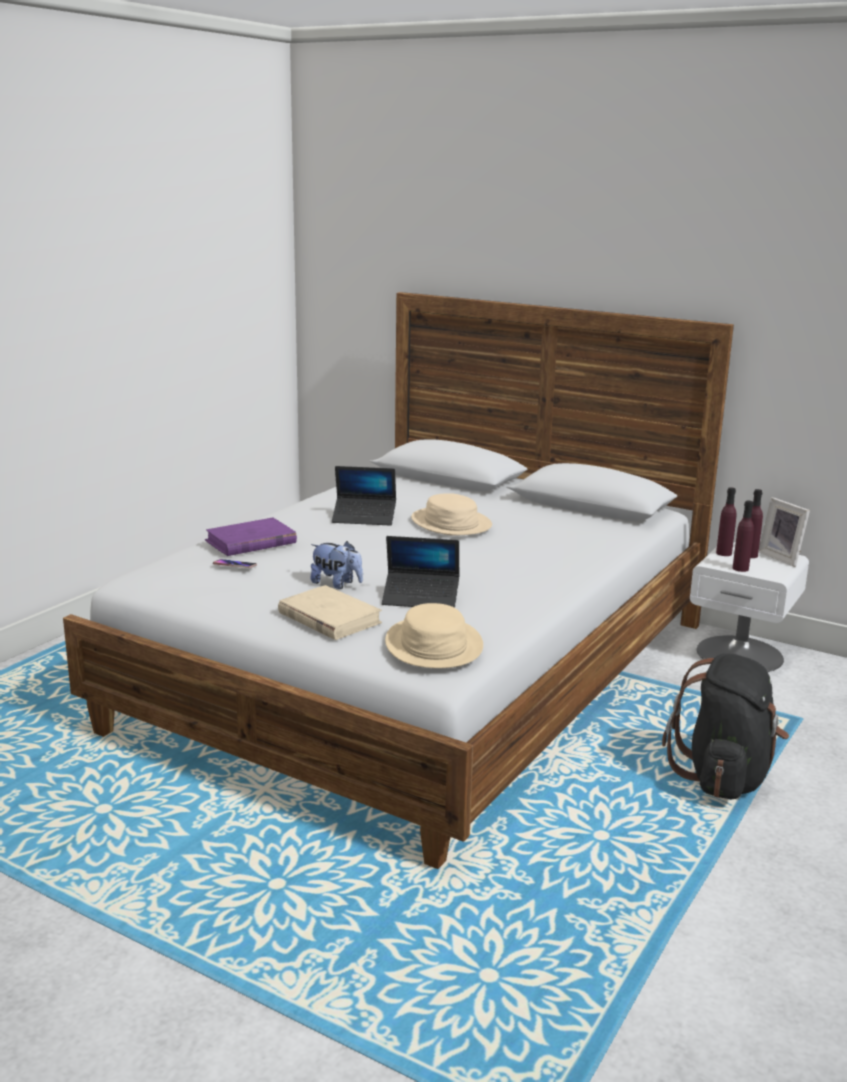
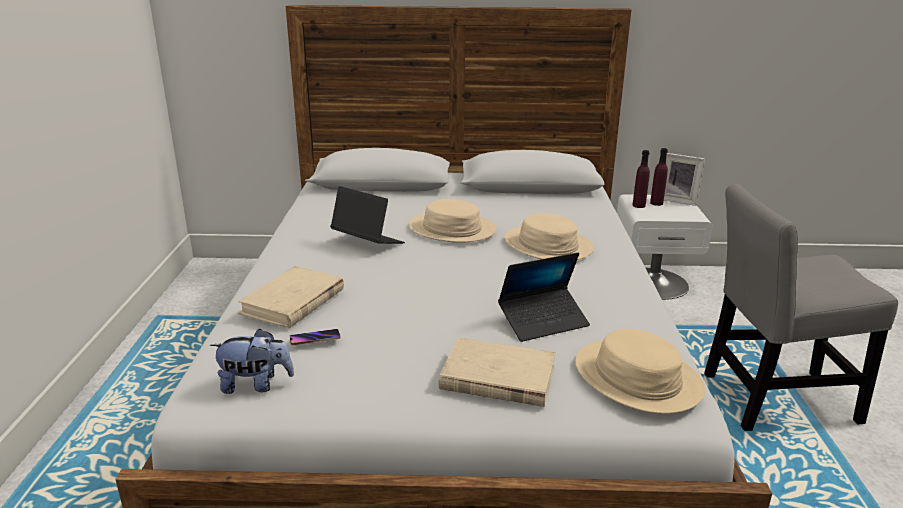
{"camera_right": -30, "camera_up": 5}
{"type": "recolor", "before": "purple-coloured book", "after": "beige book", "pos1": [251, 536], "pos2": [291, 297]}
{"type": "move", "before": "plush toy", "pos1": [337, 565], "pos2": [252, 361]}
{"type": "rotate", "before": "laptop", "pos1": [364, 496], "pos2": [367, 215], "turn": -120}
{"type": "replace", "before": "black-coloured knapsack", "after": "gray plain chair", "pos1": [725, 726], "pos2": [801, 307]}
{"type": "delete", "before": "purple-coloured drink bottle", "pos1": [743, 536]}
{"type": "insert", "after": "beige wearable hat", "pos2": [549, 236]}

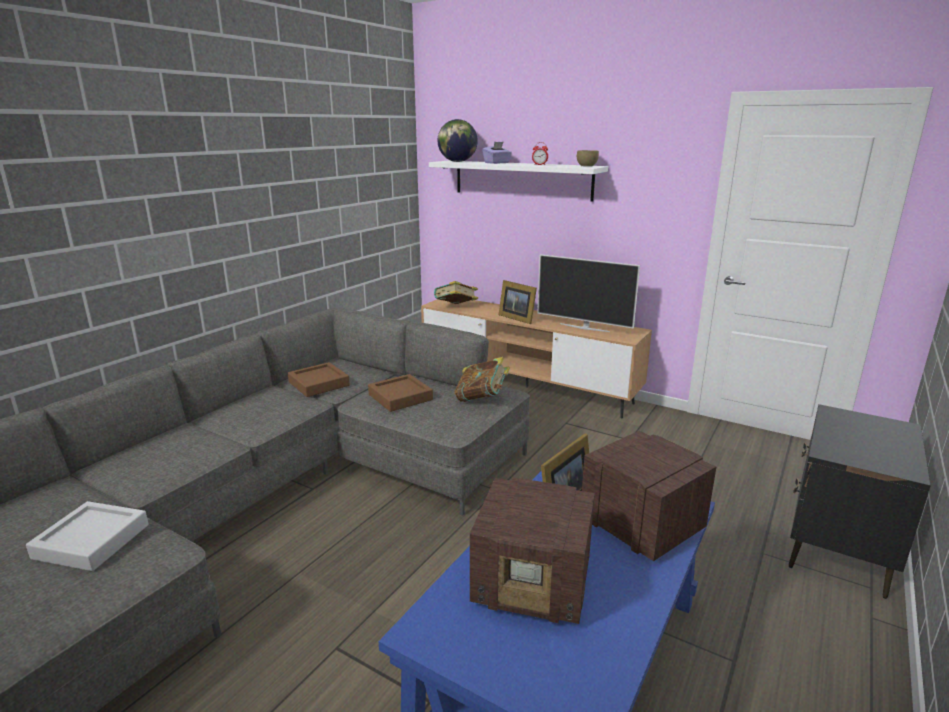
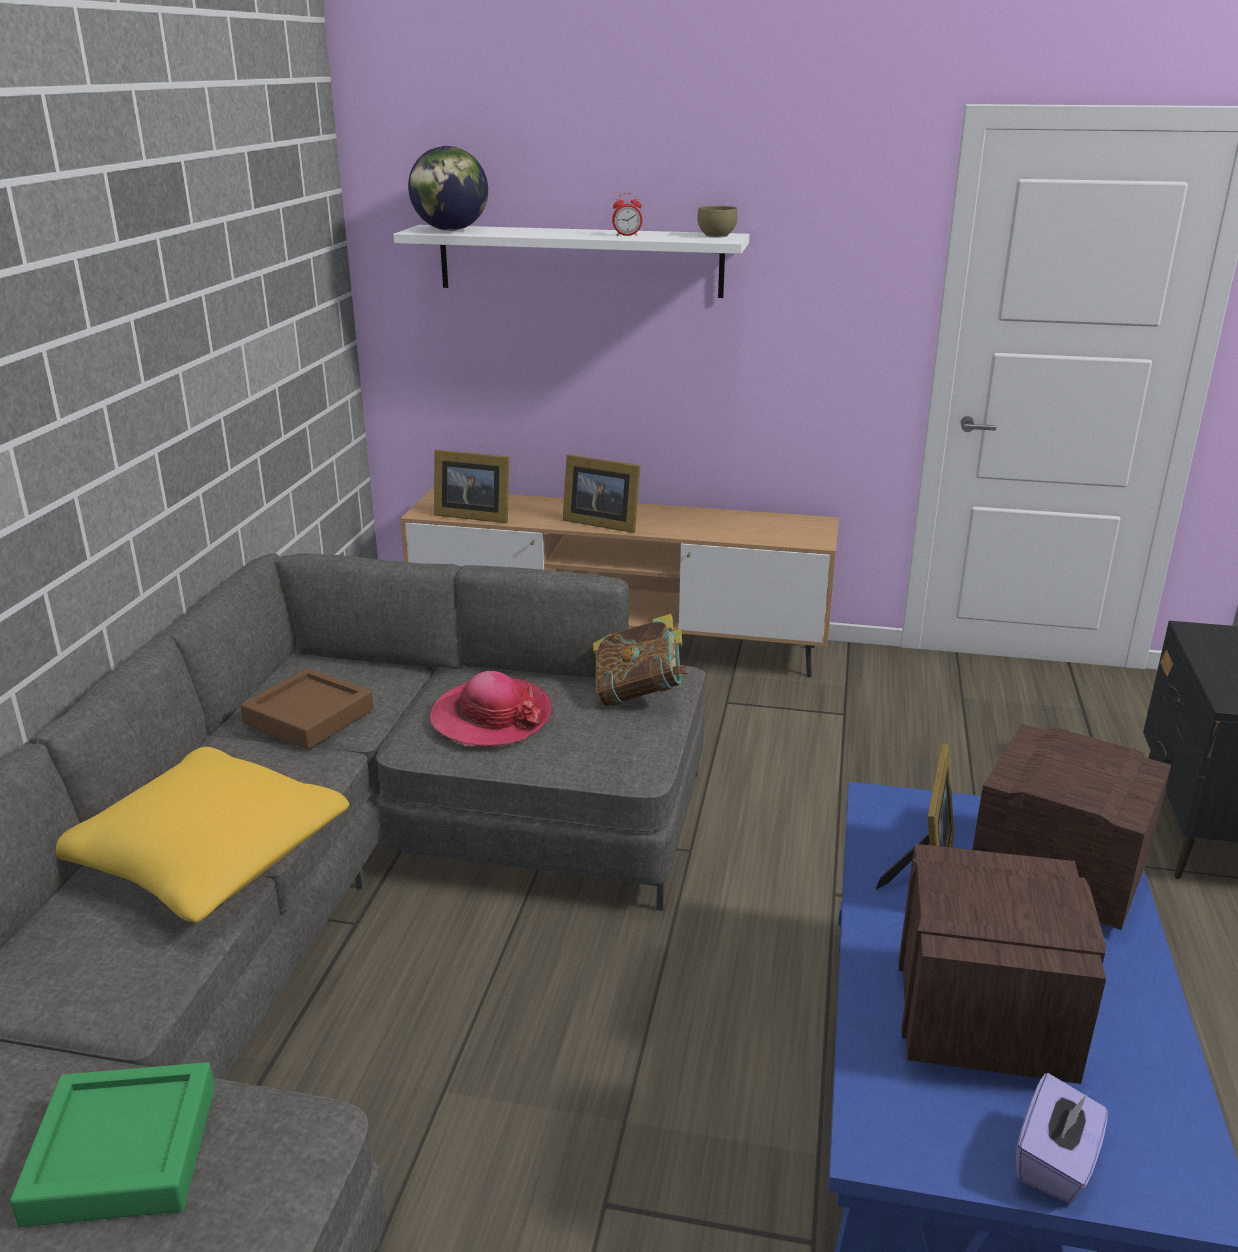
{"camera_right": -20, "camera_up": 5}
{"type": "recolor", "before": "gray serving tray", "after": "green serving tray", "pos1": [87, 536], "pos2": [112, 1144]}
{"type": "replace", "before": "brown-coloured serving tray", "after": "wearable hat", "pos1": [400, 393], "pos2": [491, 708]}
{"type": "replace", "before": "book", "after": "picture frame", "pos1": [456, 292], "pos2": [471, 486]}
{"type": "rotate", "before": "radio set", "pos1": [532, 551], "pos2": [1002, 964], "turn": -75}
{"type": "move", "before": "purple-coloured box of tissues", "pos1": [497, 153], "pos2": [1062, 1138]}
{"type": "delete", "before": "TV set", "pos1": [588, 293]}
{"type": "insert", "after": "yellow cushion", "pos2": [202, 835]}

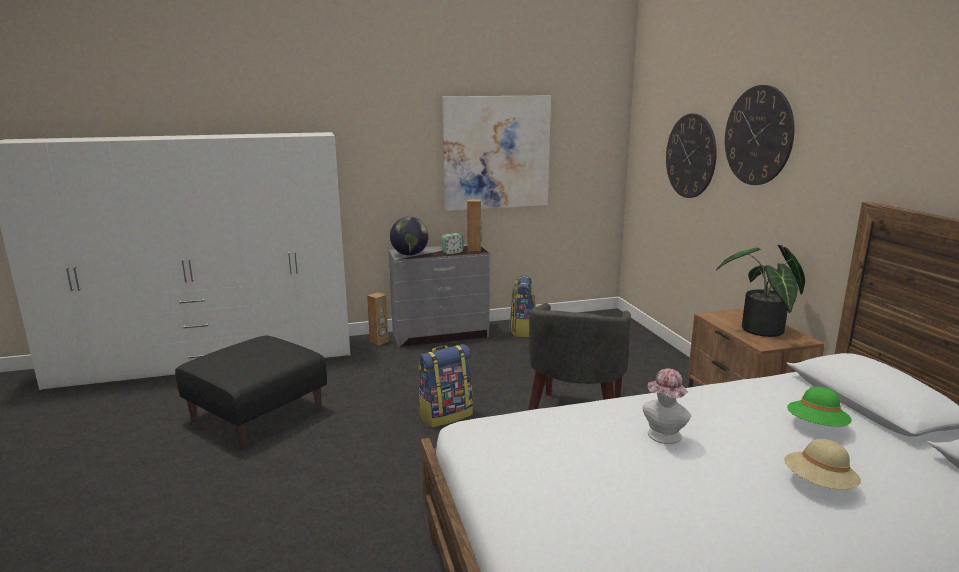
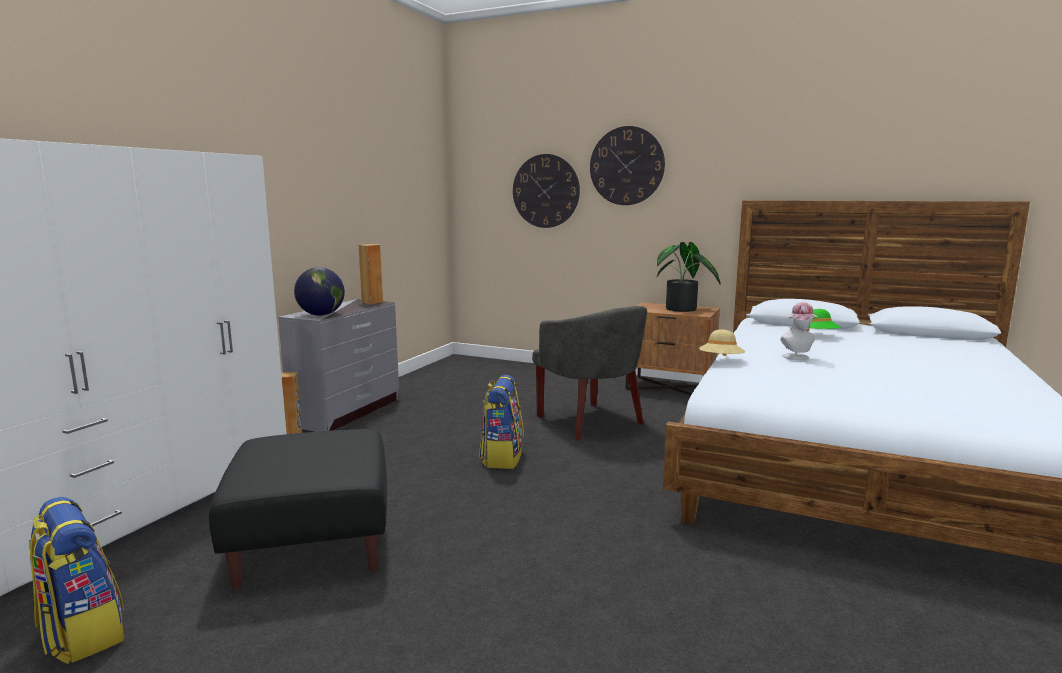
{"camera_right": -50, "camera_up": -5}
{"type": "delete", "before": "bedside clock", "pos1": [452, 243]}
{"type": "delete", "before": "wall art", "pos1": [496, 153]}
{"type": "move", "before": "knapsack", "pos1": [522, 306], "pos2": [76, 580]}
{"type": "move", "before": "beige wearable hat", "pos1": [822, 464], "pos2": [721, 342]}

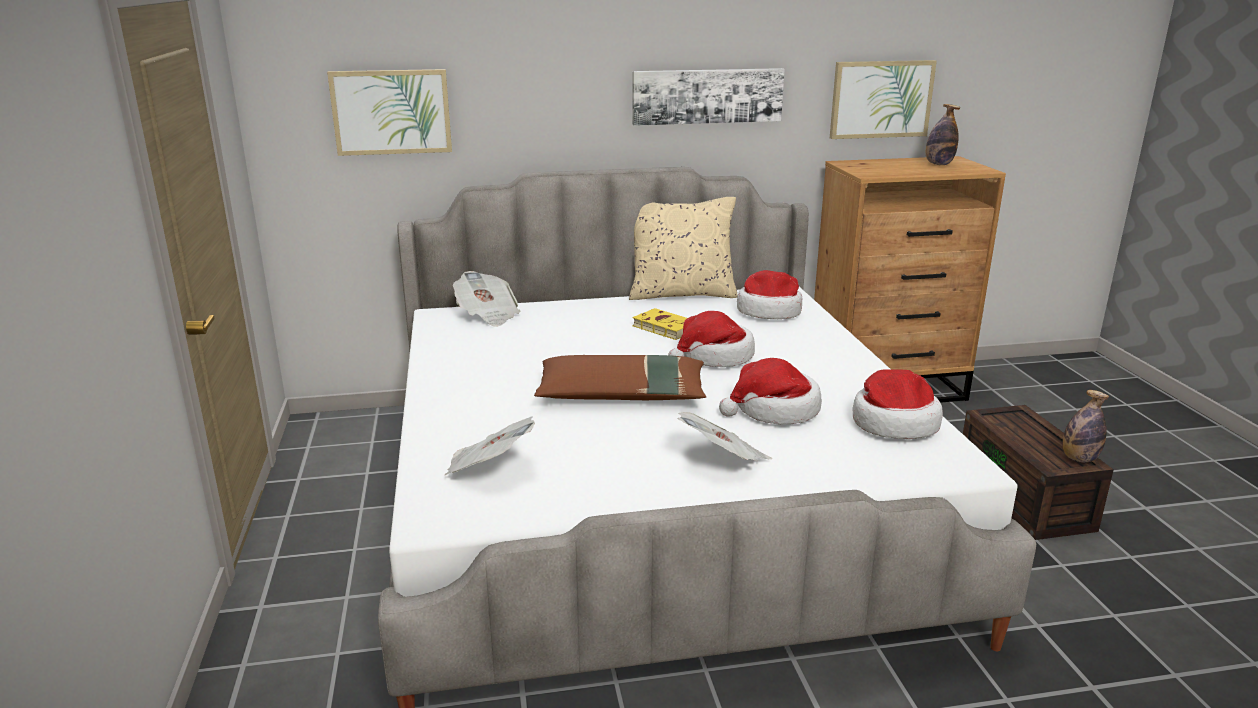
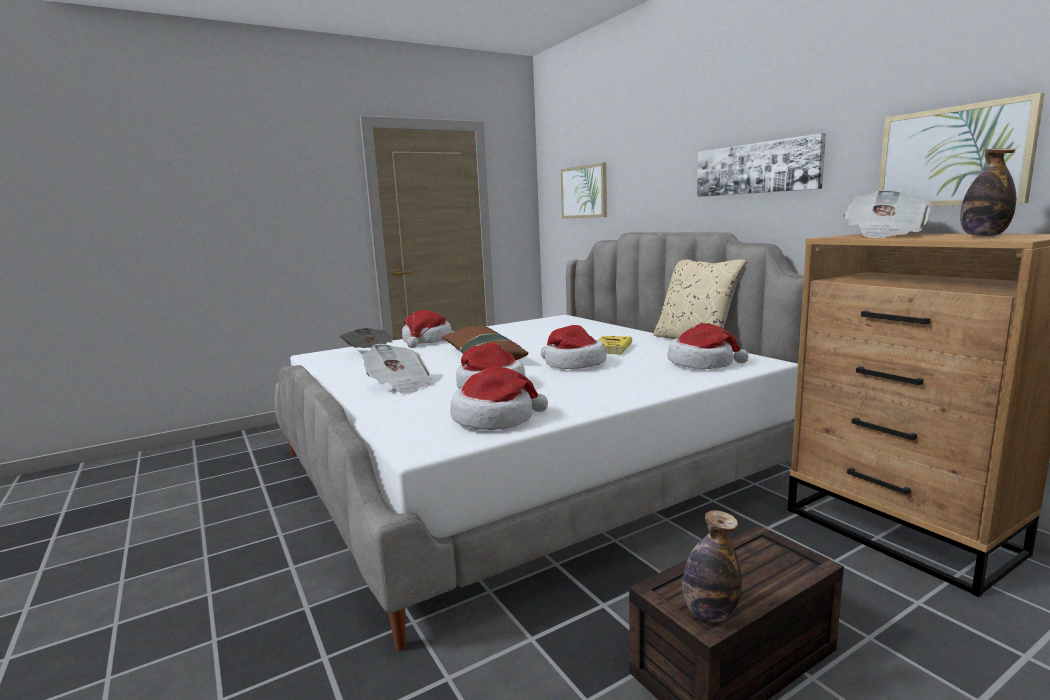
{"camera_right": 70, "camera_up": -10}
{"type": "move", "before": "daily paper", "pos1": [487, 299], "pos2": [887, 214]}
{"type": "insert", "after": "wearable hat", "pos2": [427, 329]}

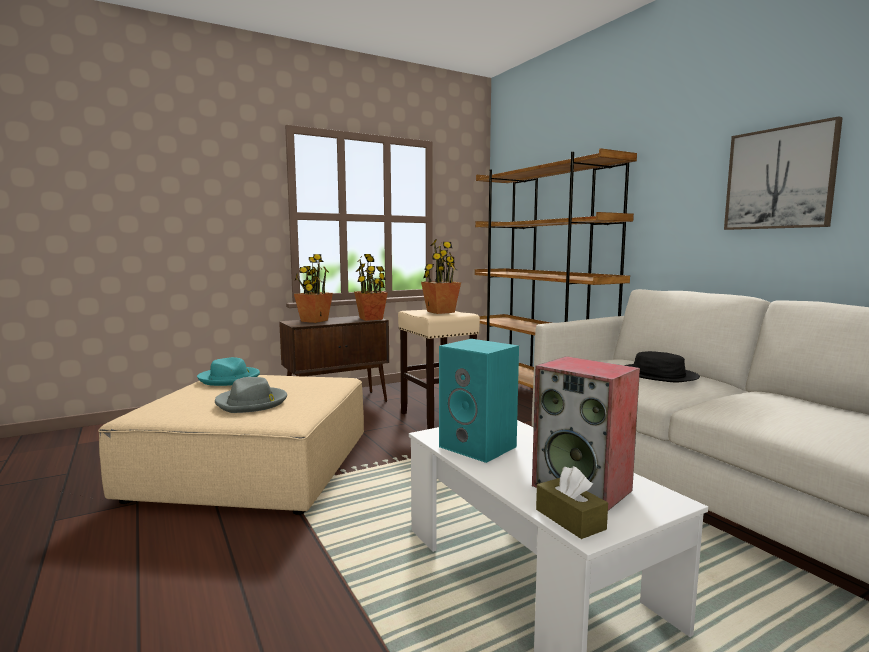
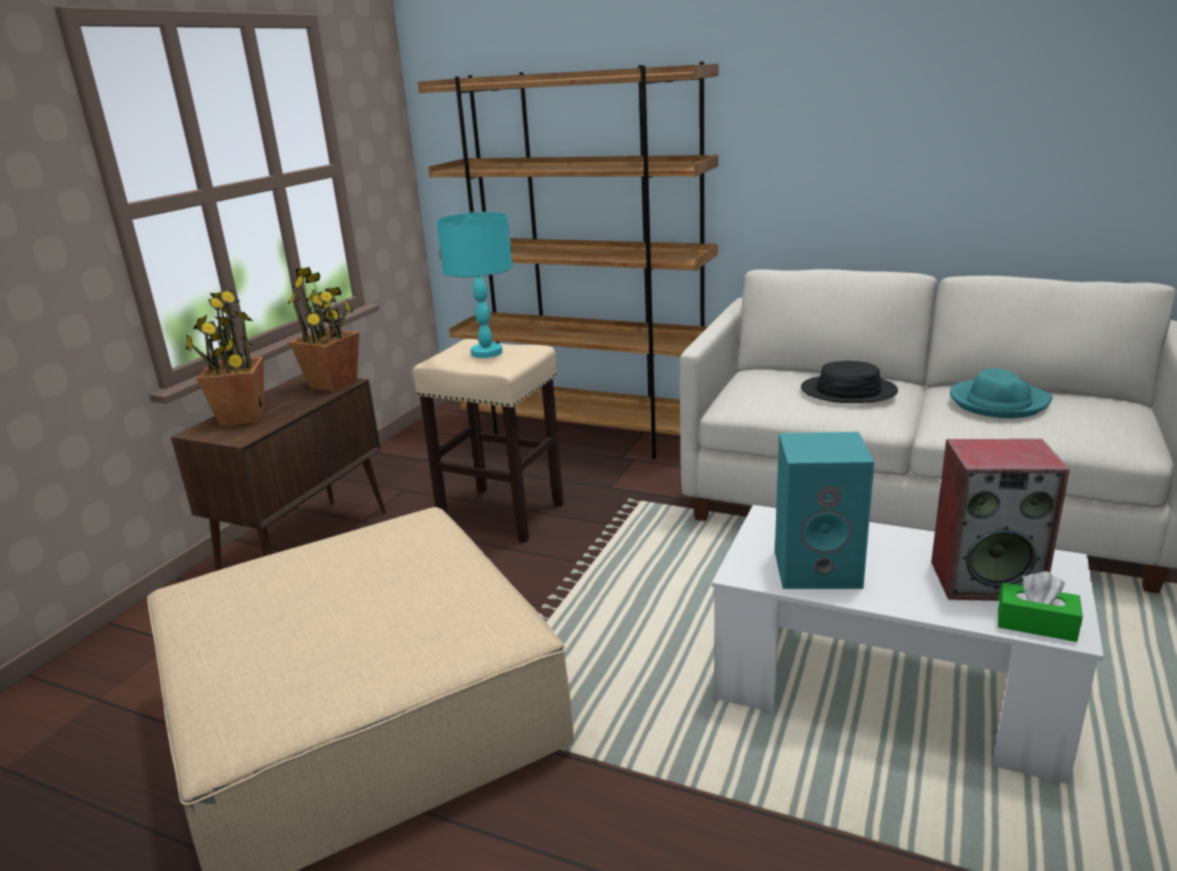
{"camera_right": -35, "camera_up": 15}
{"type": "move", "before": "blue-green wearable hat", "pos1": [228, 371], "pos2": [1001, 393]}
{"type": "delete", "before": "gray wearable hat", "pos1": [251, 395]}
{"type": "replace", "before": "plant in a pot", "after": "blue-green lamp for a table", "pos1": [441, 276], "pos2": [474, 285]}
{"type": "recolor", "before": "brown-coloured box of tissues", "after": "green box of tissues", "pos1": [572, 502], "pos2": [1040, 607]}
{"type": "delete", "before": "wall art", "pos1": [783, 173]}

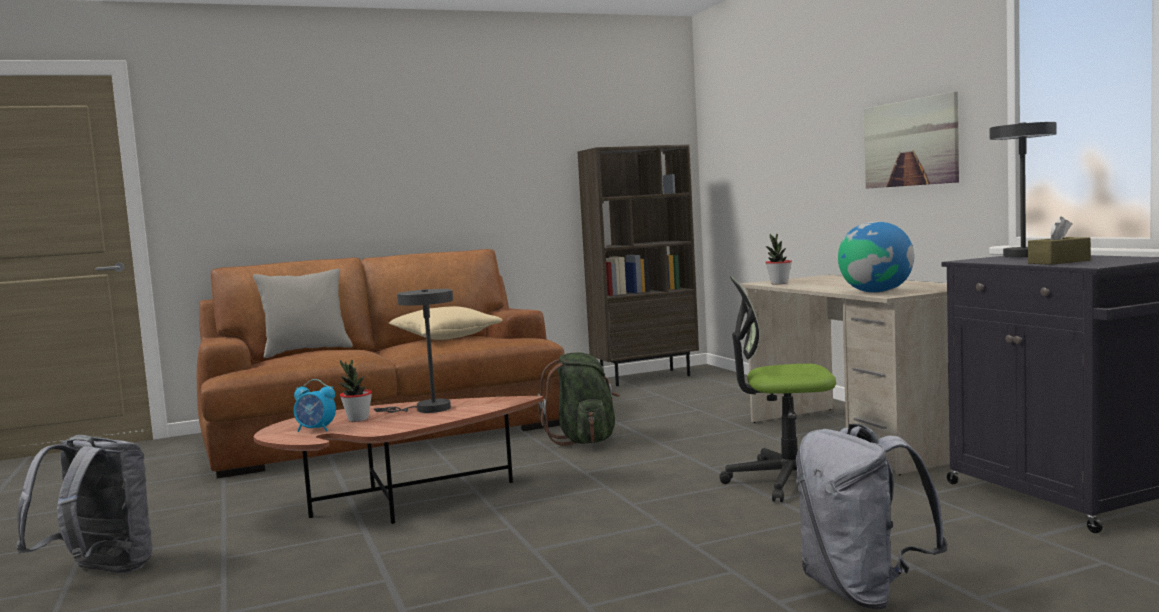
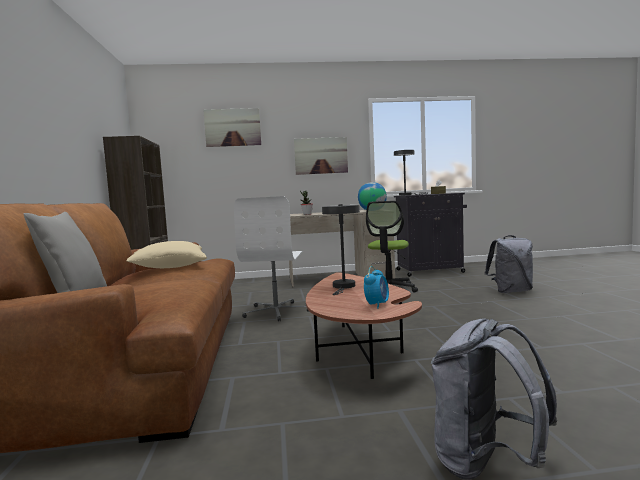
{"camera_right": -75, "camera_up": 0}
{"type": "delete", "before": "plant in a pot", "pos1": [355, 391]}
{"type": "replace", "before": "green knapsack", "after": "white-coloured desk chair", "pos1": [578, 399], "pos2": [272, 259]}
{"type": "insert", "after": "wall art", "pos2": [232, 127]}

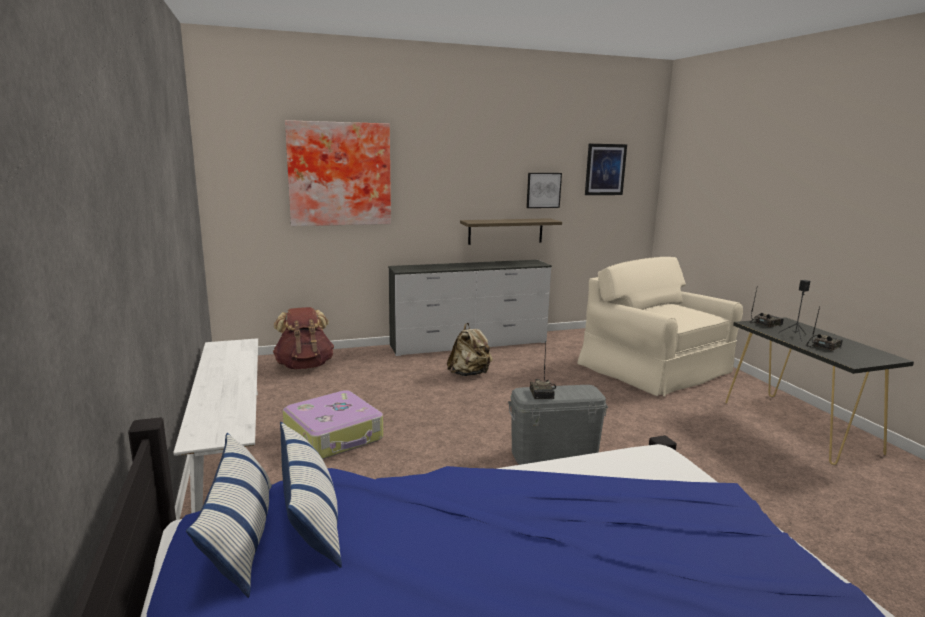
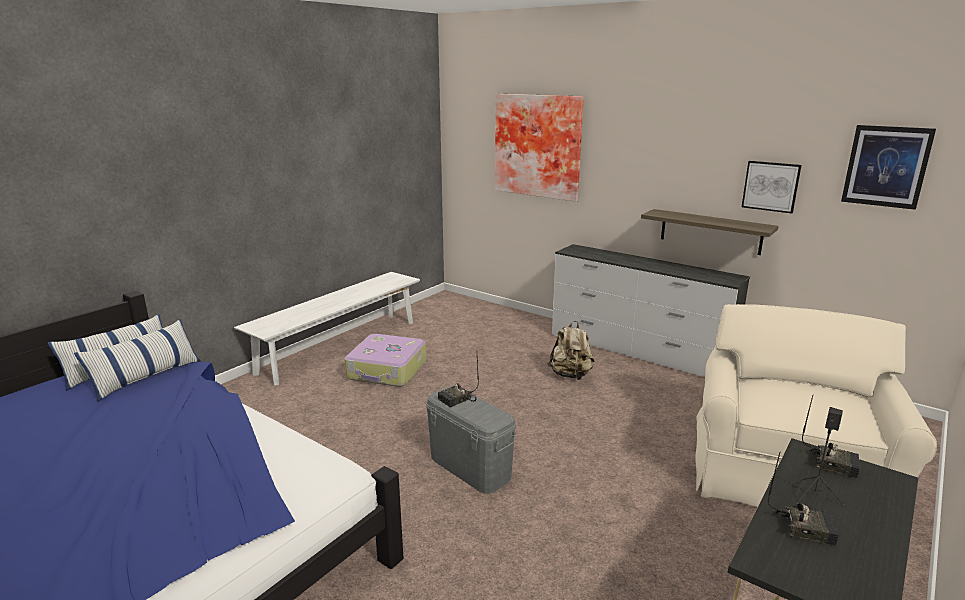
{"camera_right": 55, "camera_up": 5}
{"type": "delete", "before": "brown-coloured knapsack", "pos1": [303, 338]}

